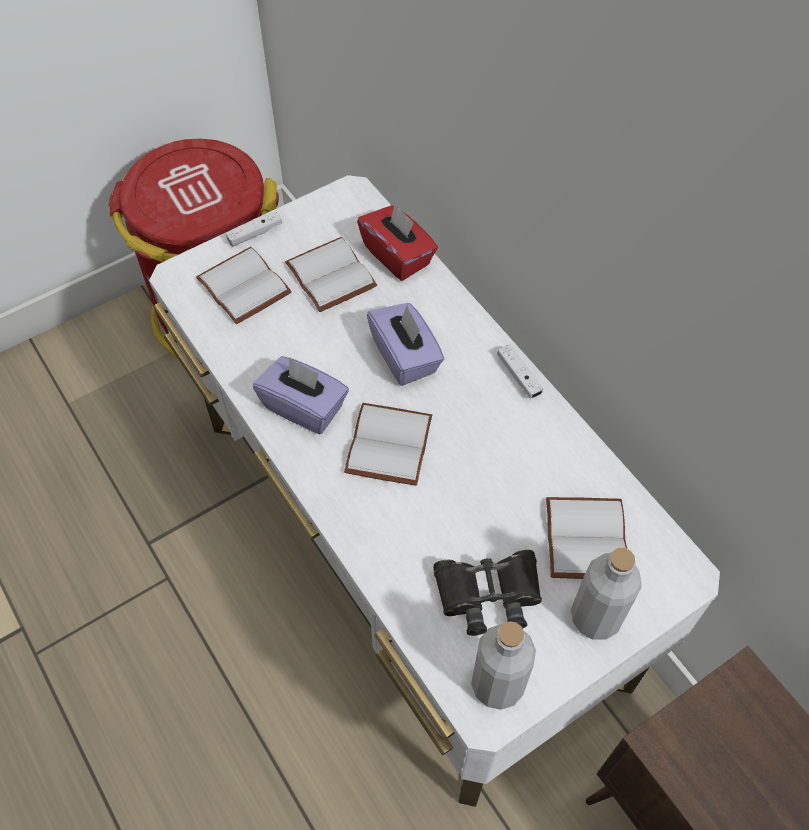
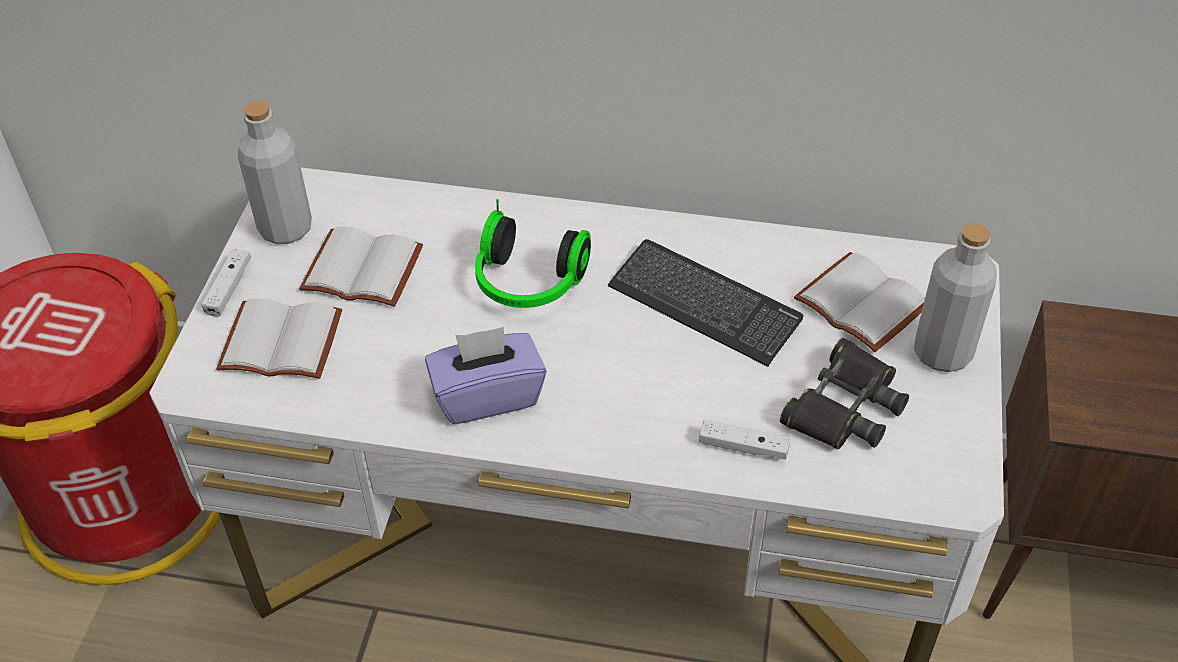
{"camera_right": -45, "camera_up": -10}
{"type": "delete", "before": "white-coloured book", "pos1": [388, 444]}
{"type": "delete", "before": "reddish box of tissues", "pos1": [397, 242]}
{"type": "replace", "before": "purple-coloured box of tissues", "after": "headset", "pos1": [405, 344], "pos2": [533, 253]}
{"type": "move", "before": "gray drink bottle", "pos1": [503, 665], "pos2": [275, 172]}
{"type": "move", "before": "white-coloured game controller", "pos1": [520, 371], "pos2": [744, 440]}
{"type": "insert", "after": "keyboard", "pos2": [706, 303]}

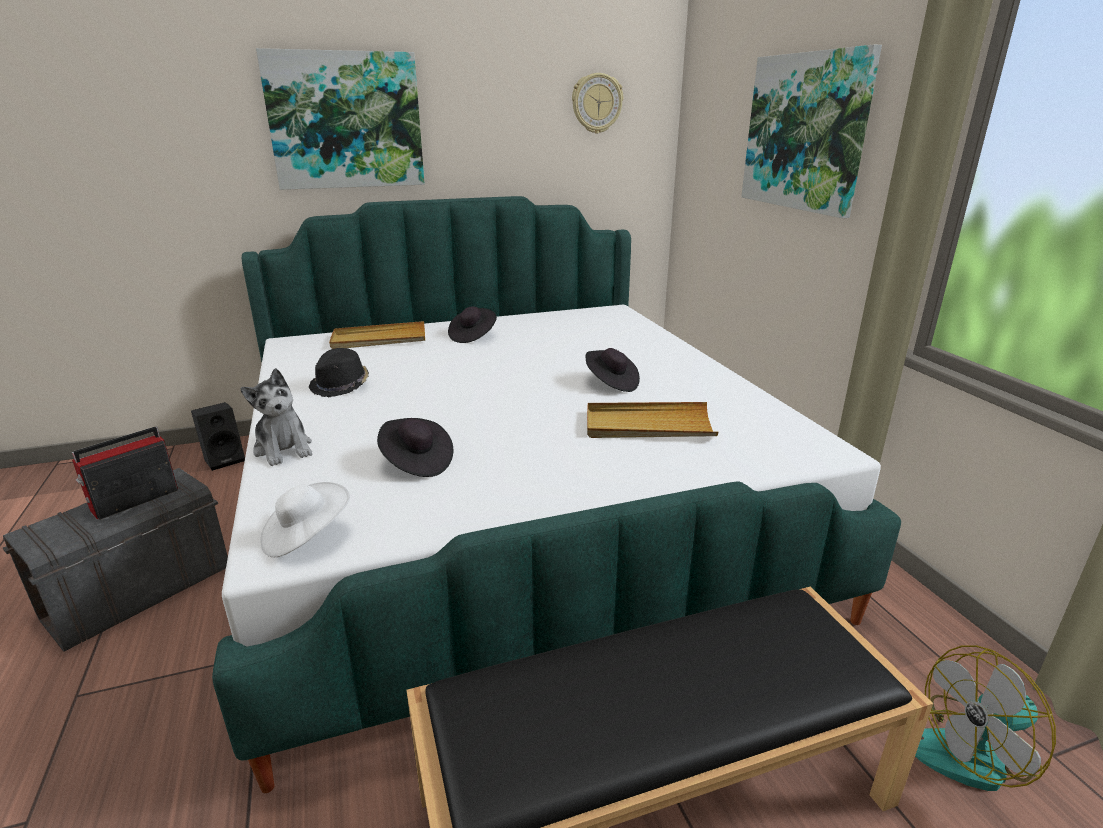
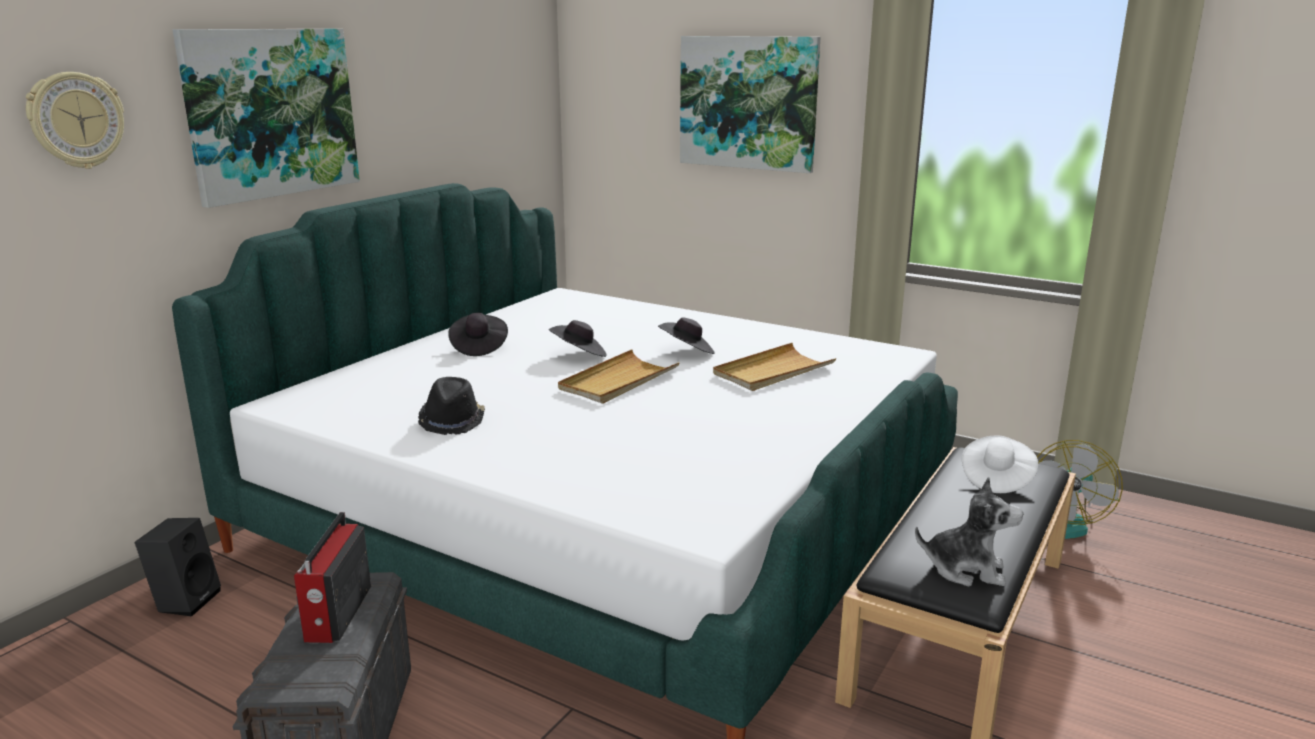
{"camera_right": -40, "camera_up": -5}
{"type": "move", "before": "plush toy", "pos1": [276, 417], "pos2": [969, 531]}
{"type": "move", "before": "white-coloured wearable hat", "pos1": [305, 519], "pos2": [1000, 464]}
{"type": "move", "before": "beige serving tray", "pos1": [377, 335], "pos2": [619, 376]}
{"type": "move", "before": "black-coloured wearable hat", "pos1": [415, 447], "pos2": [578, 338]}
{"type": "move", "before": "clock on the wall", "pos1": [597, 103], "pos2": [75, 120]}

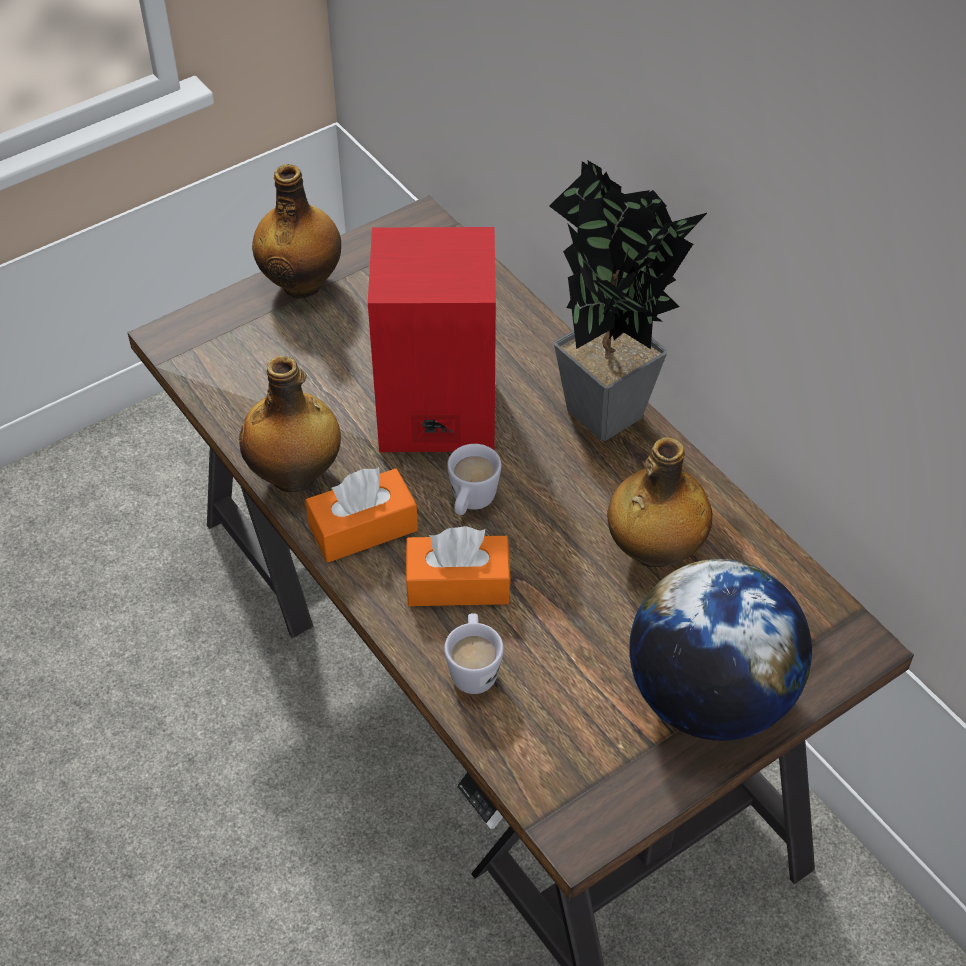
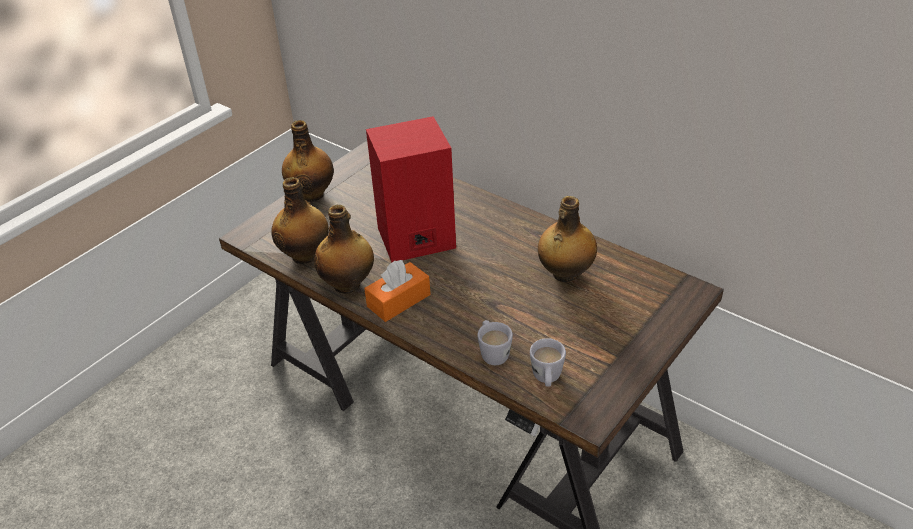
{"camera_right": -15, "camera_up": -10}
{"type": "delete", "before": "orange box of tissues", "pos1": [458, 566]}
{"type": "move", "before": "white-coloured tea mug", "pos1": [474, 479], "pos2": [548, 362]}
{"type": "delete", "before": "plant in a pot", "pos1": [628, 301]}
{"type": "delete", "before": "desk globe", "pos1": [720, 650]}
{"type": "insert", "after": "drink bottle", "pos2": [300, 220]}

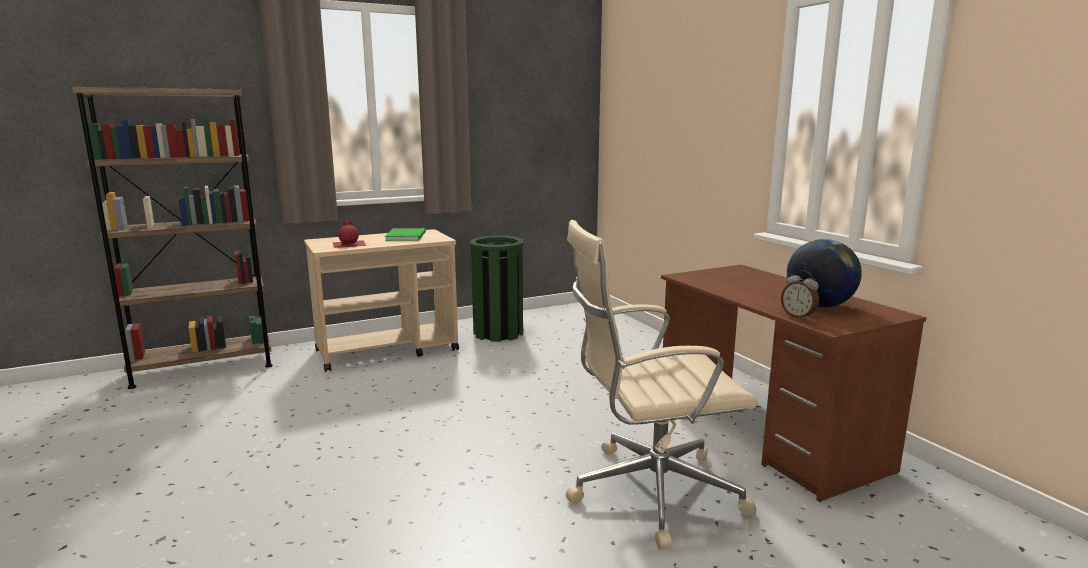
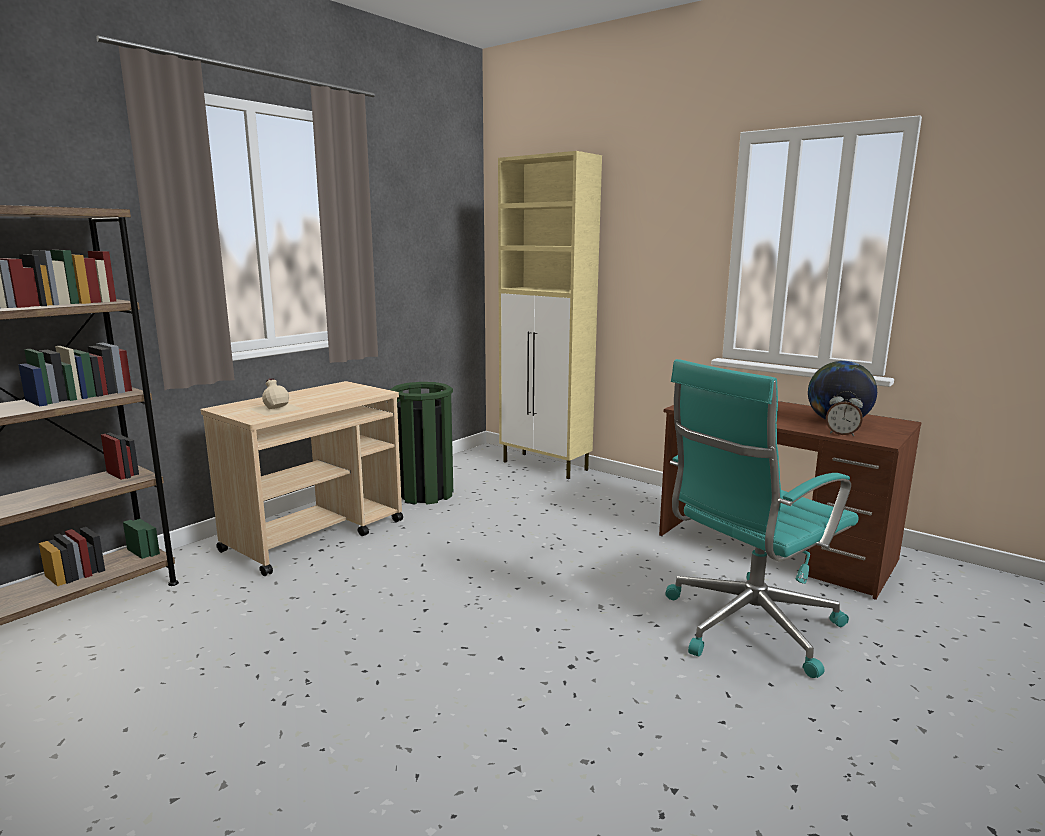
{"camera_right": -25, "camera_up": 0}
{"type": "recolor", "before": "reddish drink bottle", "after": "beige drink bottle", "pos1": [349, 234], "pos2": [276, 397]}
{"type": "delete", "before": "green book", "pos1": [405, 234]}
{"type": "recolor", "before": "beige desk chair", "after": "blue-green desk chair", "pos1": [662, 385], "pos2": [762, 518]}
{"type": "insert", "after": "beige cupboard", "pos2": [550, 315]}

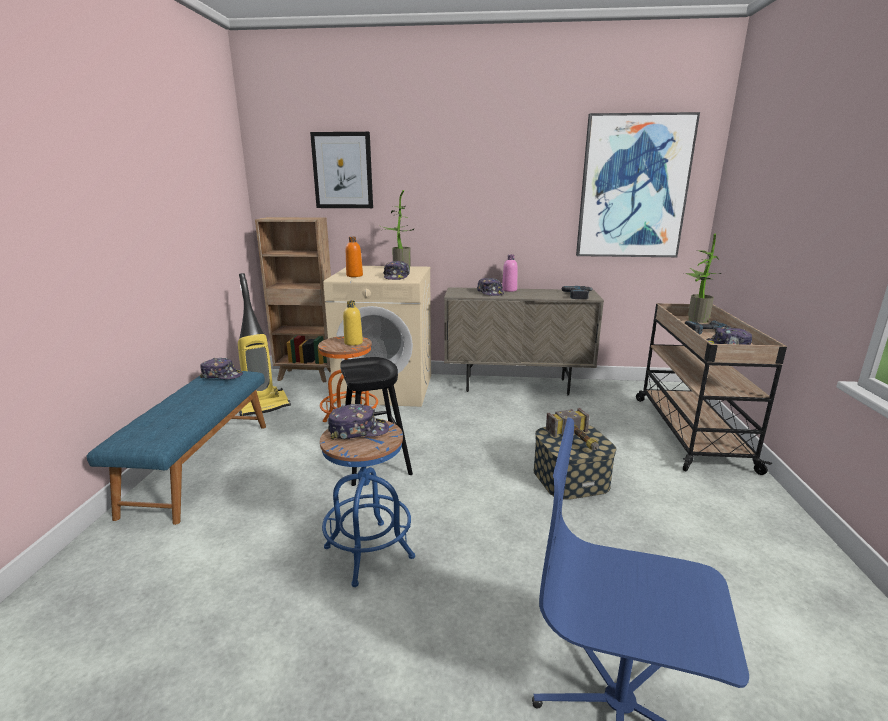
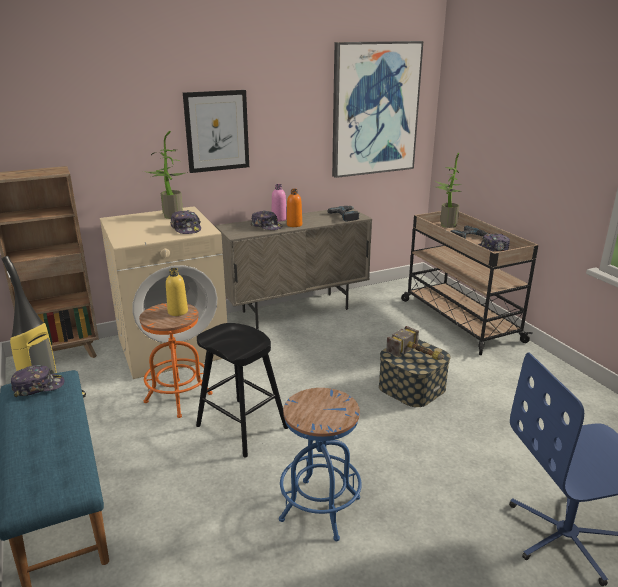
{"camera_right": -30, "camera_up": 5}
{"type": "move", "before": "wall art", "pos1": [341, 170], "pos2": [216, 131]}
{"type": "delete", "before": "baseball cap", "pos1": [358, 422]}
{"type": "move", "before": "orange drink bottle", "pos1": [354, 257], "pos2": [294, 208]}

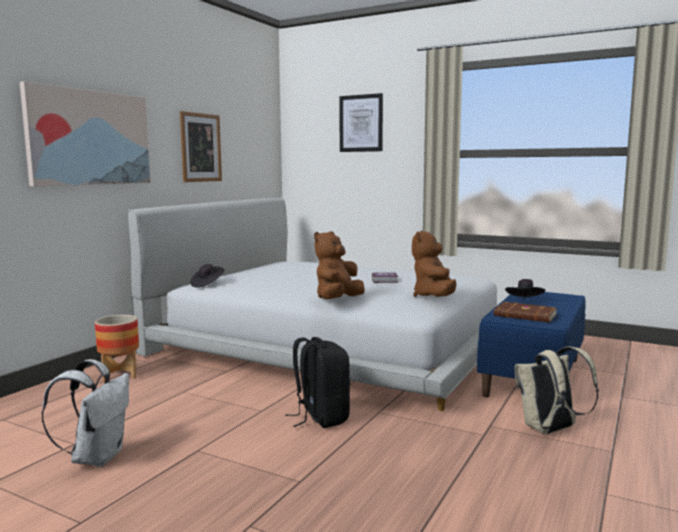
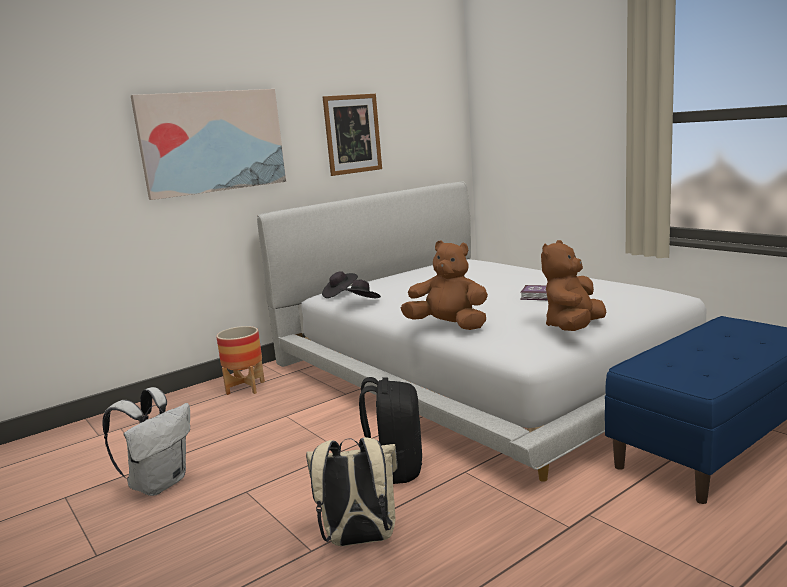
{"camera_right": 25, "camera_up": 5}
{"type": "rotate", "before": "brown-coloured plush toy", "pos1": [339, 265], "pos2": [444, 285], "turn": 60}
{"type": "delete", "before": "wall art", "pos1": [361, 122]}
{"type": "delete", "before": "brown-coloured book", "pos1": [525, 312]}
{"type": "move", "before": "black-coloured wearable hat", "pos1": [525, 288], "pos2": [360, 289]}
{"type": "move", "before": "beige knapsack", "pos1": [557, 390], "pos2": [352, 491]}

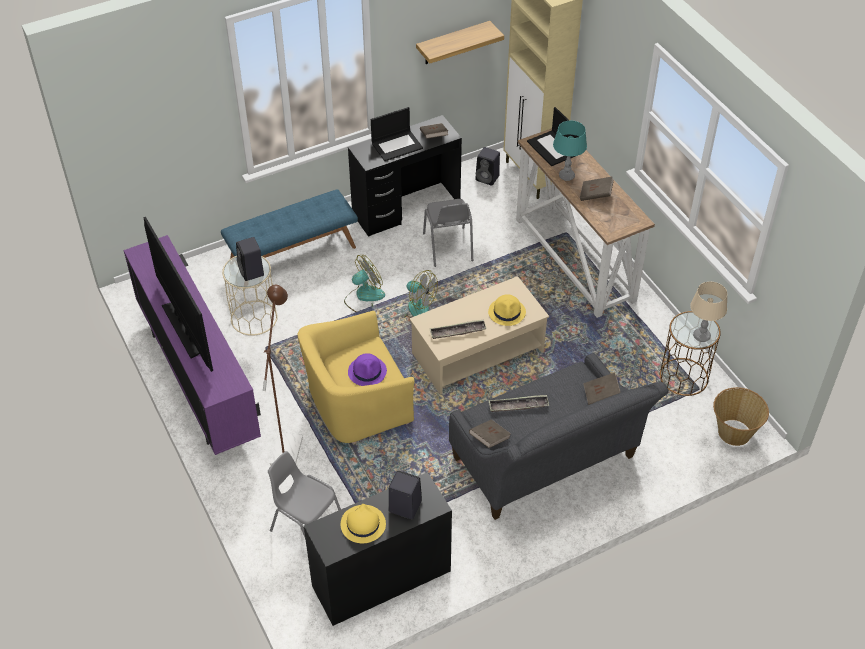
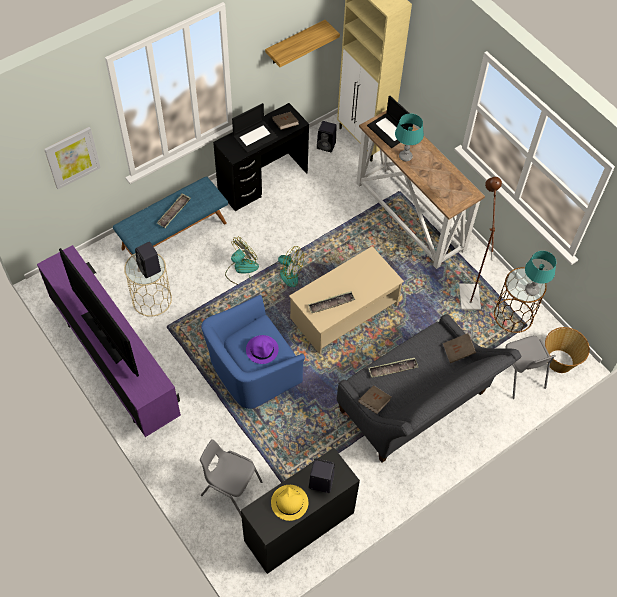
{"camera_right": -10, "camera_up": 10}
{"type": "move", "before": "brown-coloured floor lamp", "pos1": [283, 375], "pos2": [480, 243]}
{"type": "recolor", "before": "yellow lounge chair", "after": "blue-coloured lounge chair", "pos1": [355, 377], "pos2": [253, 352]}
{"type": "move", "before": "gray plain chair", "pos1": [448, 233], "pos2": [530, 367]}
{"type": "delete", "before": "yellow wearable hat", "pos1": [507, 310]}
{"type": "delete", "before": "brown-coloured book", "pos1": [597, 189]}
{"type": "recolor", "before": "beige lamp for a table", "after": "blue-green lamp for a table", "pos1": [708, 312], "pos2": [540, 273]}
{"type": "insert", "after": "wall art", "pos2": [72, 158]}
{"type": "insert", "after": "serving tray", "pos2": [173, 211]}

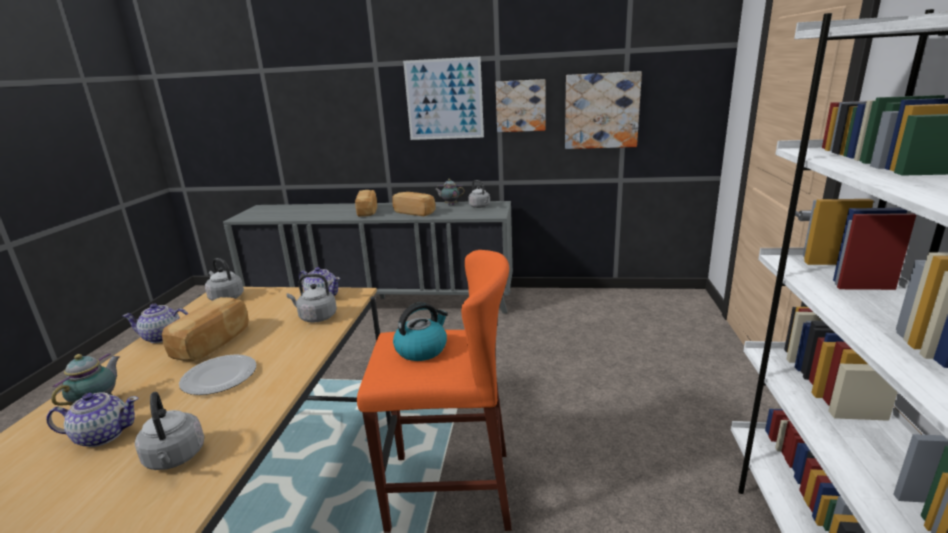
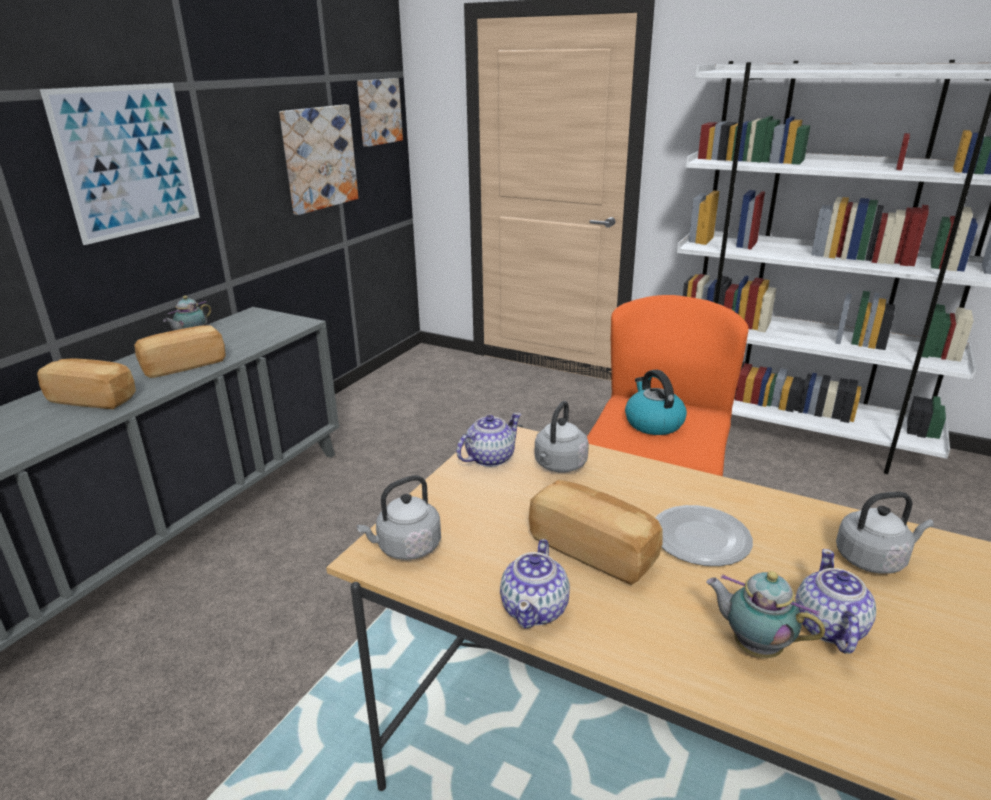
{"camera_right": -70, "camera_up": 5}
{"type": "delete", "before": "gray tea kettle", "pos1": [479, 194]}
{"type": "move", "before": "wall art", "pos1": [520, 105], "pos2": [380, 112]}

